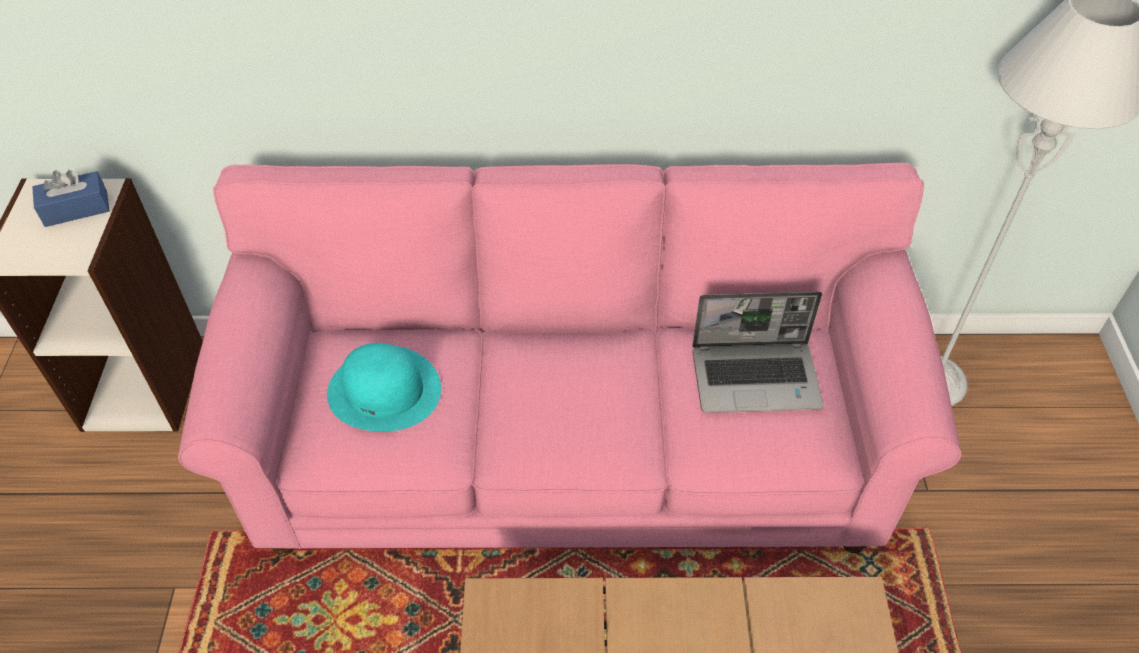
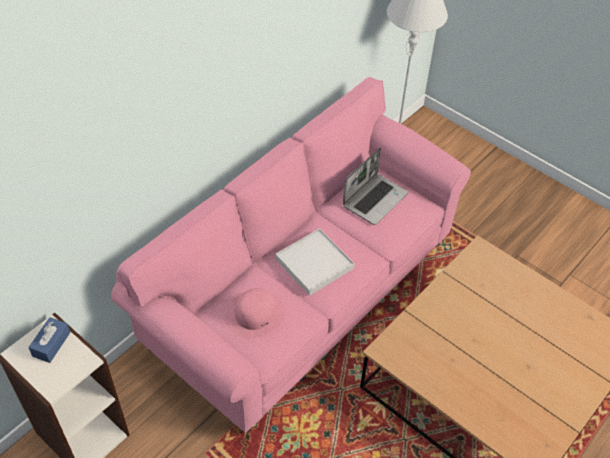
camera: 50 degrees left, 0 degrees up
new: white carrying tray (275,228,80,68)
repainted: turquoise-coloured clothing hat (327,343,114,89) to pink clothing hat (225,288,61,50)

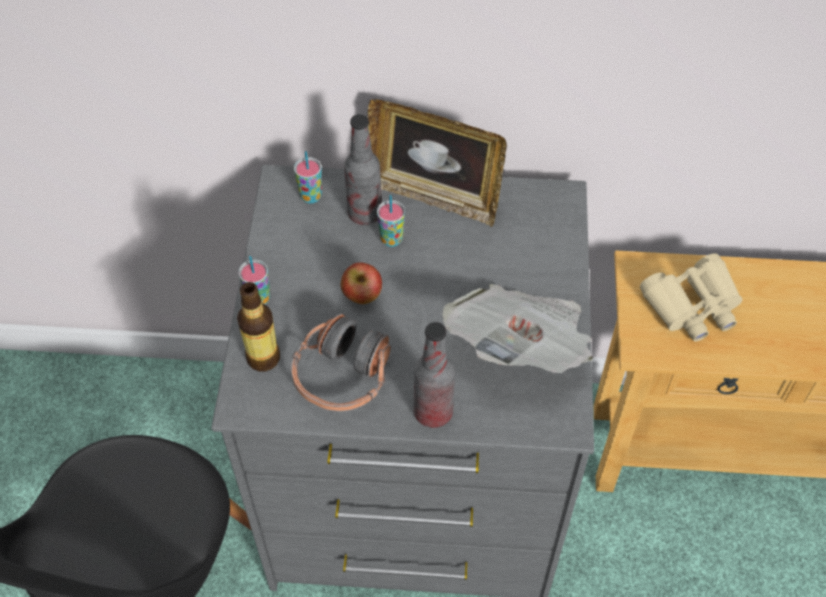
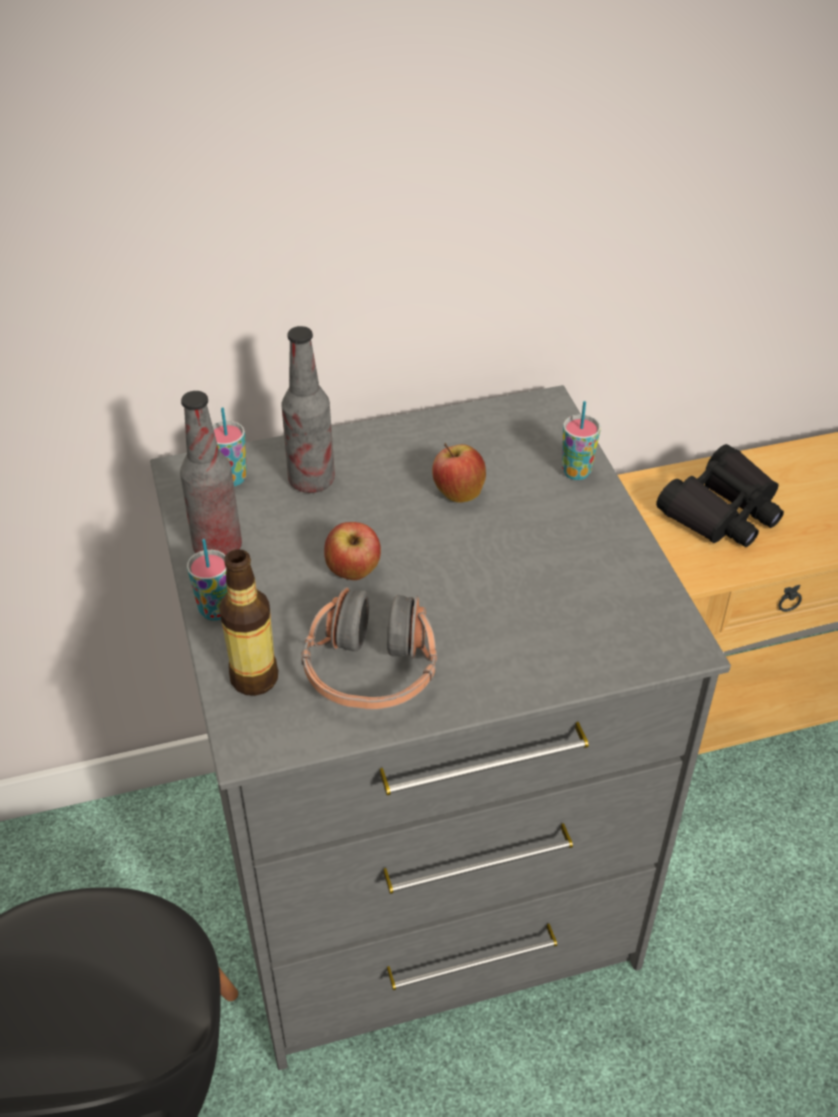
camera: 20 degrees left, 10 degrees down
gone: standing frame (368,99,139,128); daily paper (442,284,151,89)
new: apple fruit (432,443,54,60)
shifted: cup (377,195,28,52) to (562,401,39,79); drink bottle (414,322,41,106) to (180,391,62,164)
repainted: beige field glasses (640,253,103,89) to black field glasses (656,444,128,103)

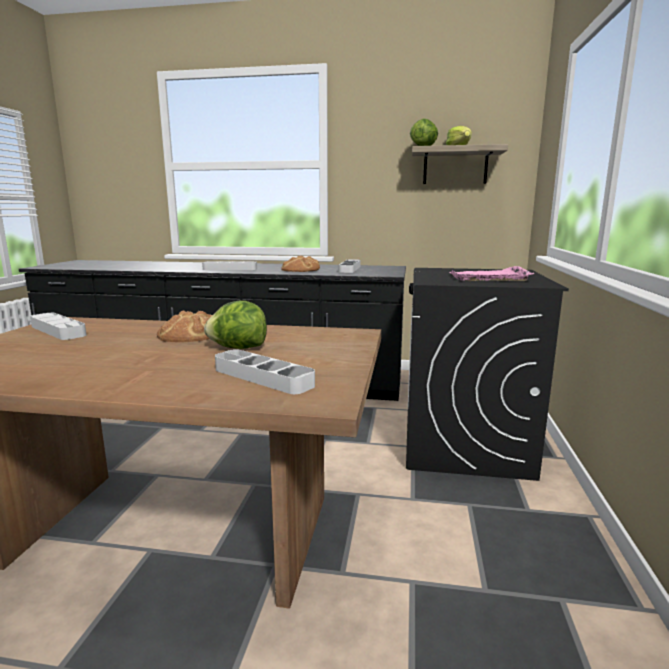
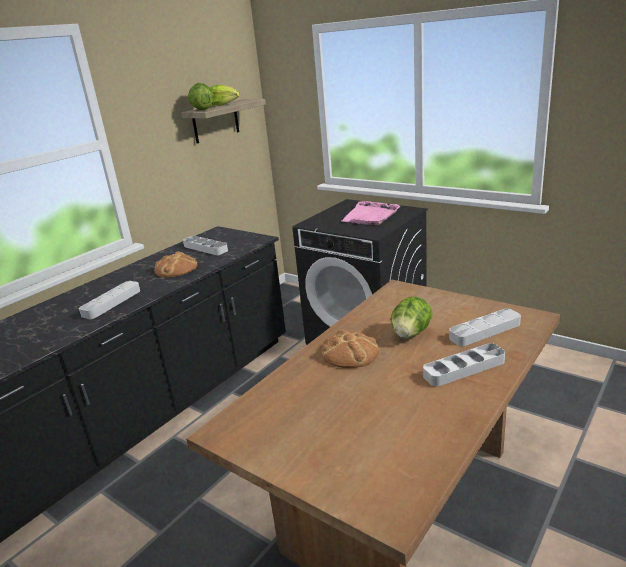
camera: 60 degrees left, 10 degrees up
shifted: grey carrying tray (30,313,56,27) to (423,343,82,43)

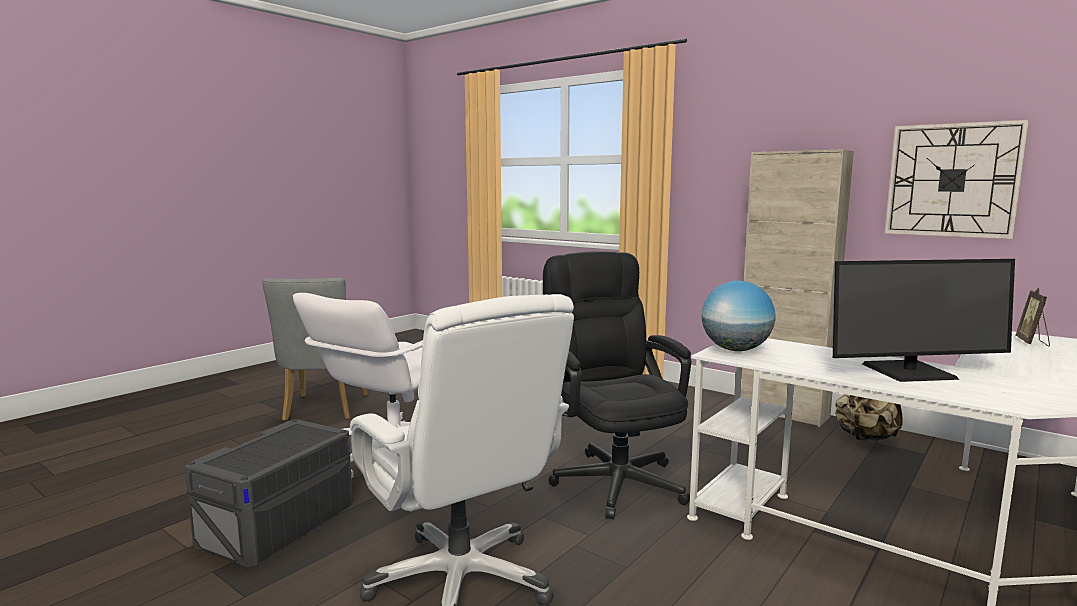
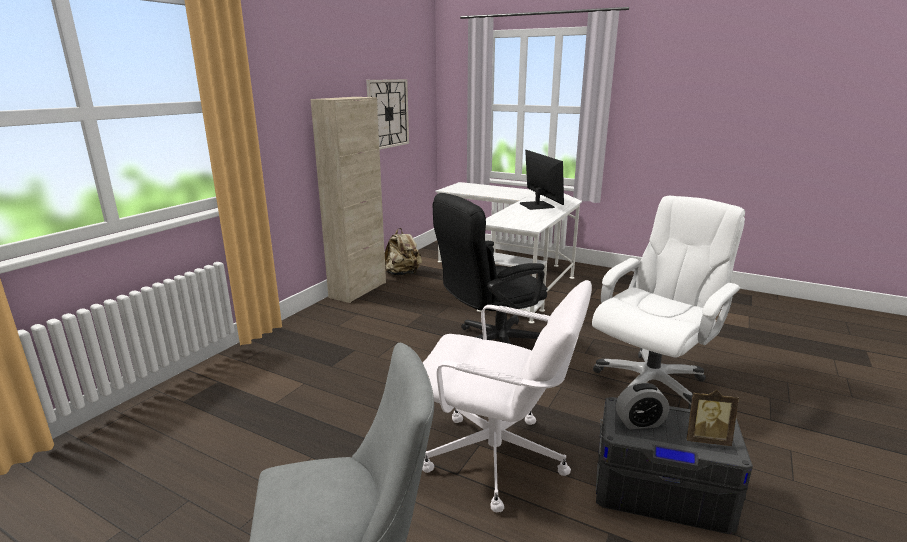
camera: 100 degrees left, 10 degrees up
gone: desk globe (702,281,73,70)
new: alarm clock (616,382,53,47)
shifted: standing frame (1016,288,34,58) to (687,390,52,56)

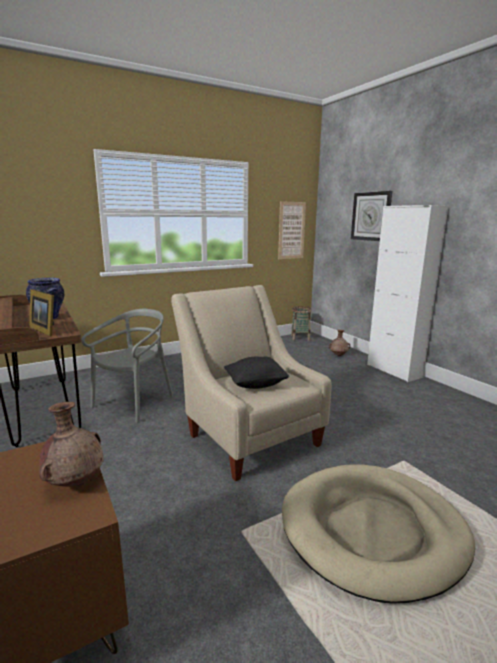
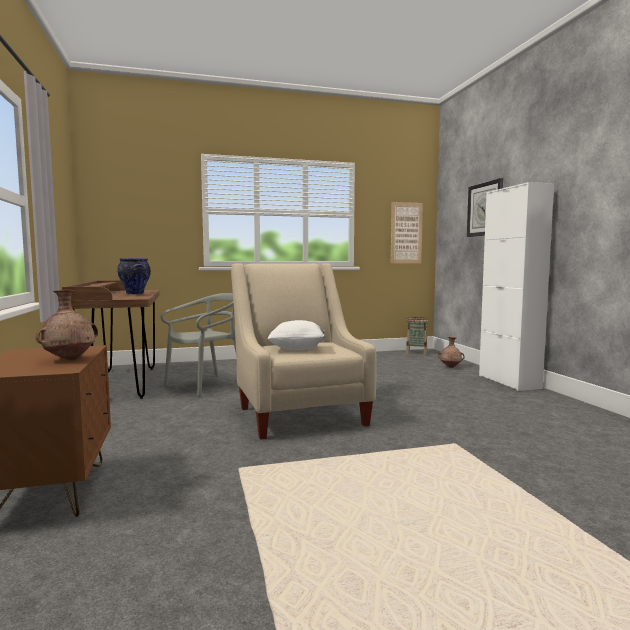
camera: 15 degrees right, 10 degrees down
gone: standing frame (29,289,25,47); beige dog cushion (282,464,193,139)
repainted: black cushion (224,357,66,32) to white cushion (267,320,59,30)

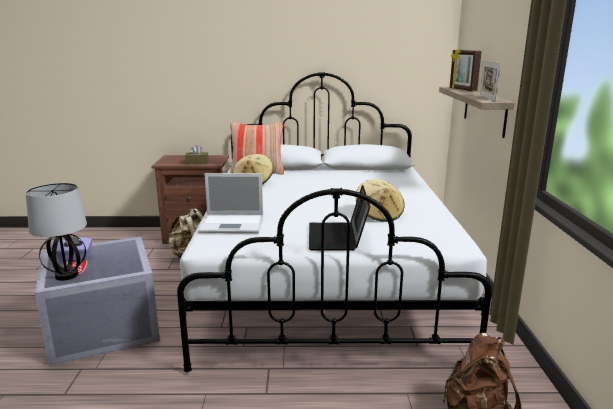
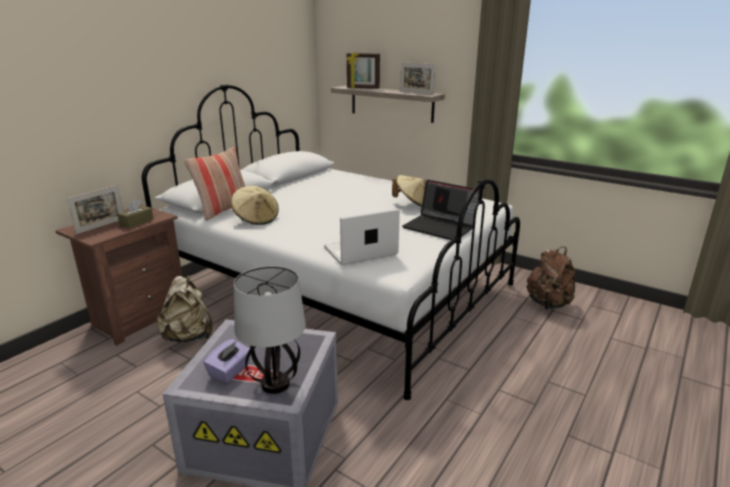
camera: 55 degrees left, 5 degrees up
new: standing frame (67,185,56,49)
rotated: portable computer (198,173,65,60) = (324,208,76,57) 150 degrees counterclockwise

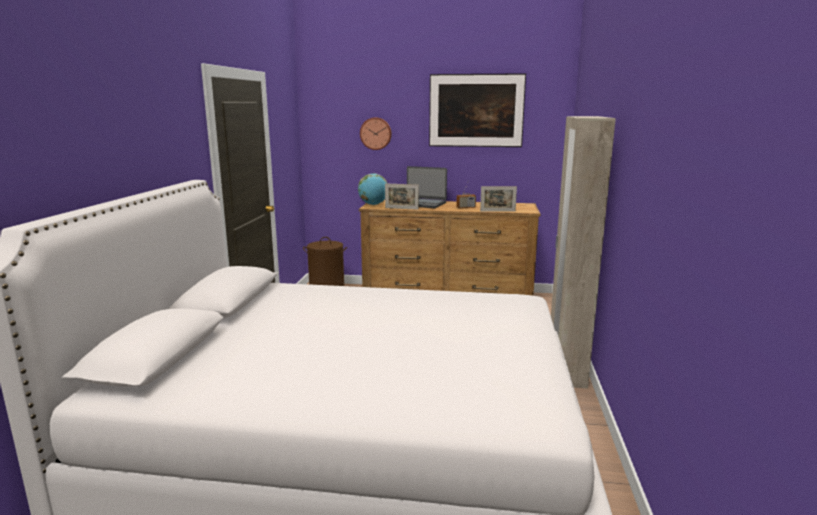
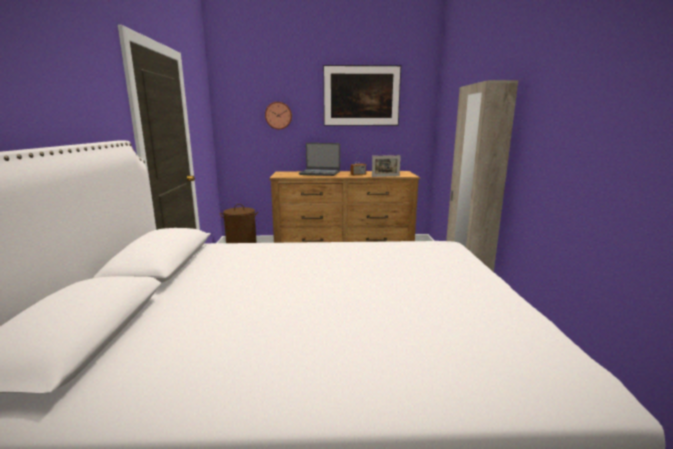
camera: 10 degrees left, 0 degrees up
gone: desk globe (358,173,30,32); standing frame (385,183,34,27)

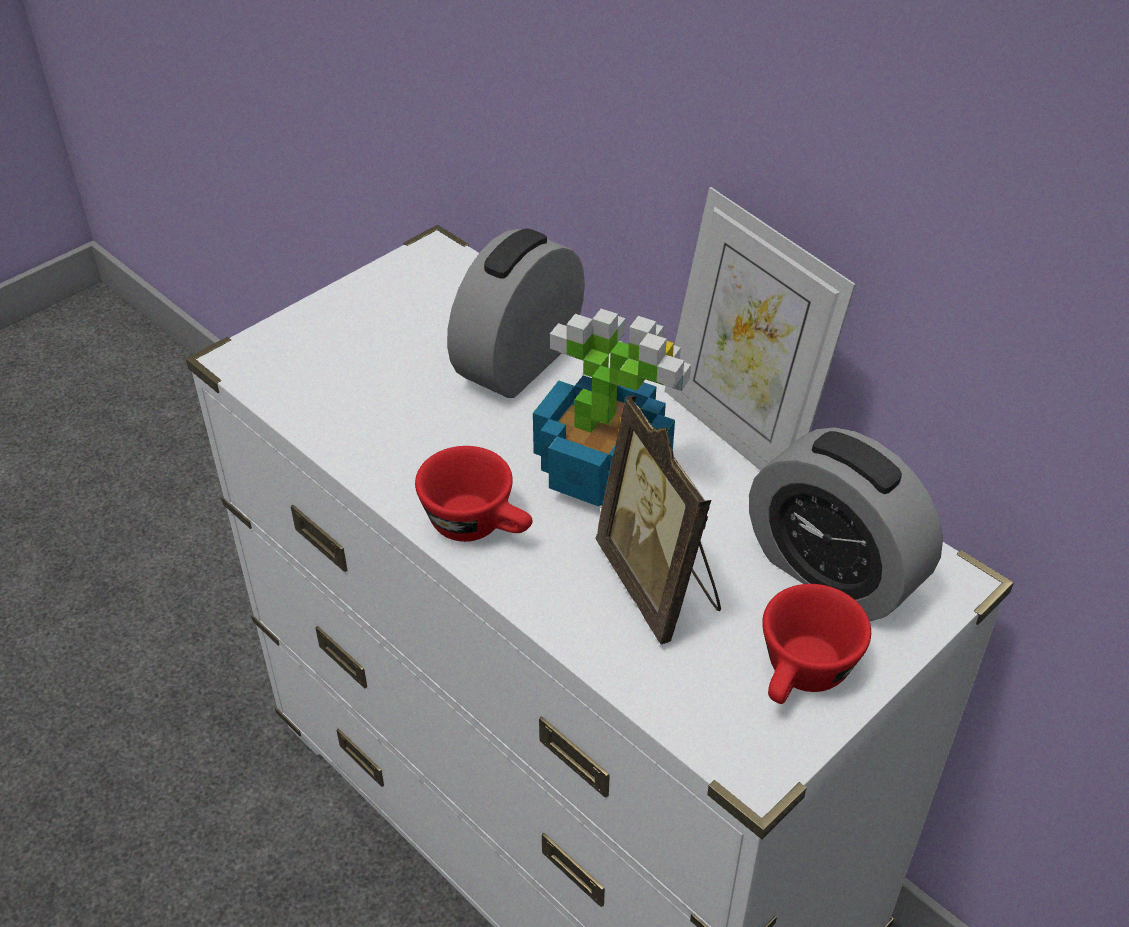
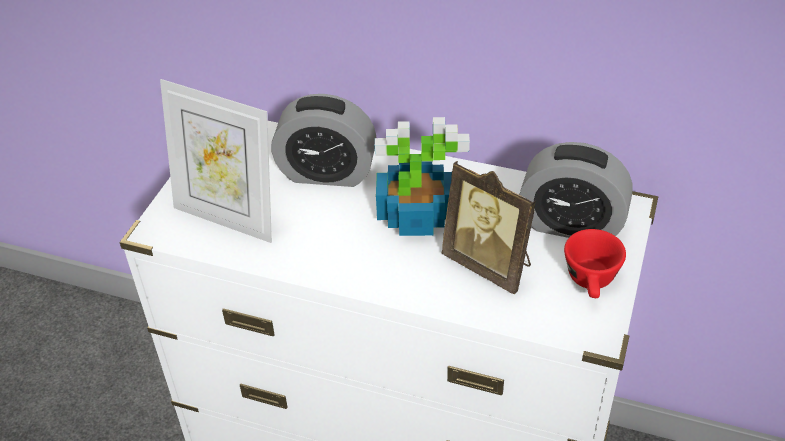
camera: 25 degrees left, 0 degrees up
gone: reddish cup (415,446,117,96)
shifted: standing frame (665,187,191,284) to (160,79,112,164)
rotated: alarm clock (447,228,138,170) = (272,94,104,93) 90 degrees counterclockwise

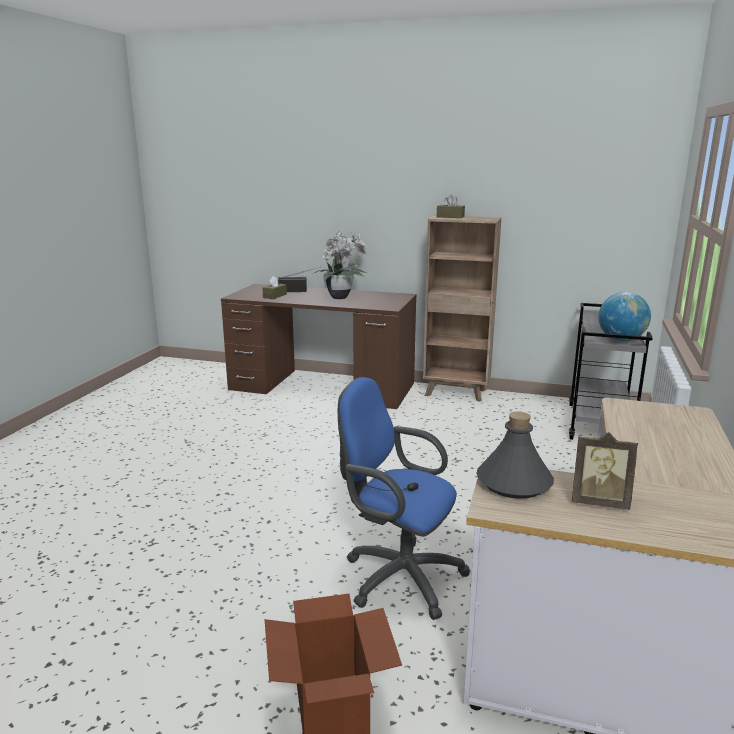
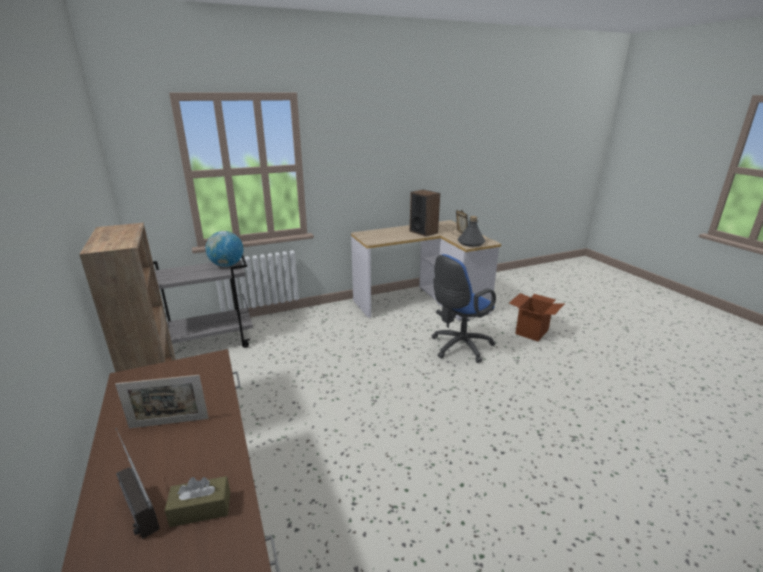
camera: 130 degrees left, 5 degrees up
gone: brown tissue box (437,195,28,23)
new: speaker (410,190,30,47)
swapped: houseplant (312,232,55,67) to standing frame (115,375,93,53)
rotated: bluish office chair (338,377,133,243) = (431,254,65,109) 60 degrees clockwise

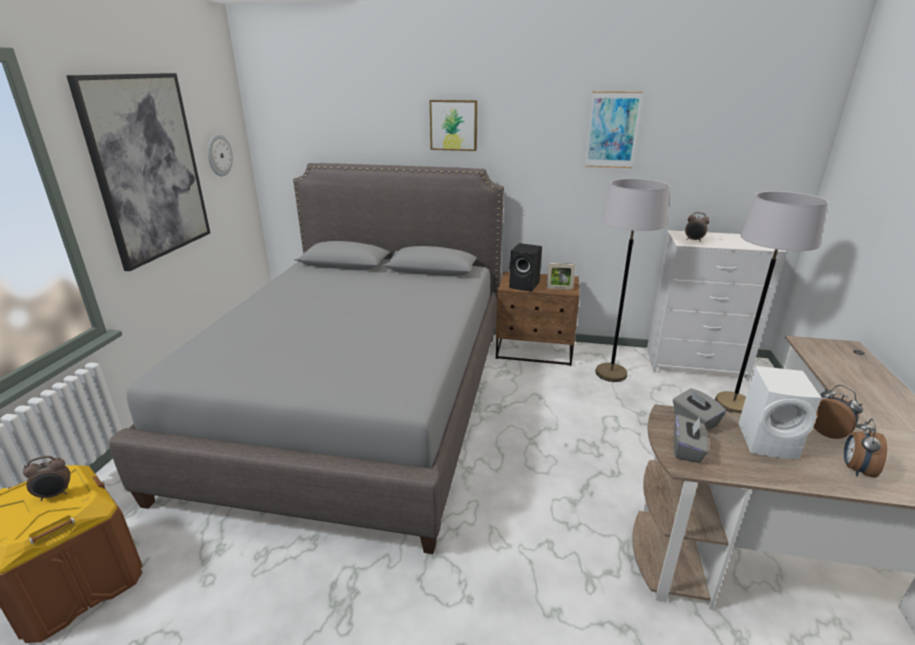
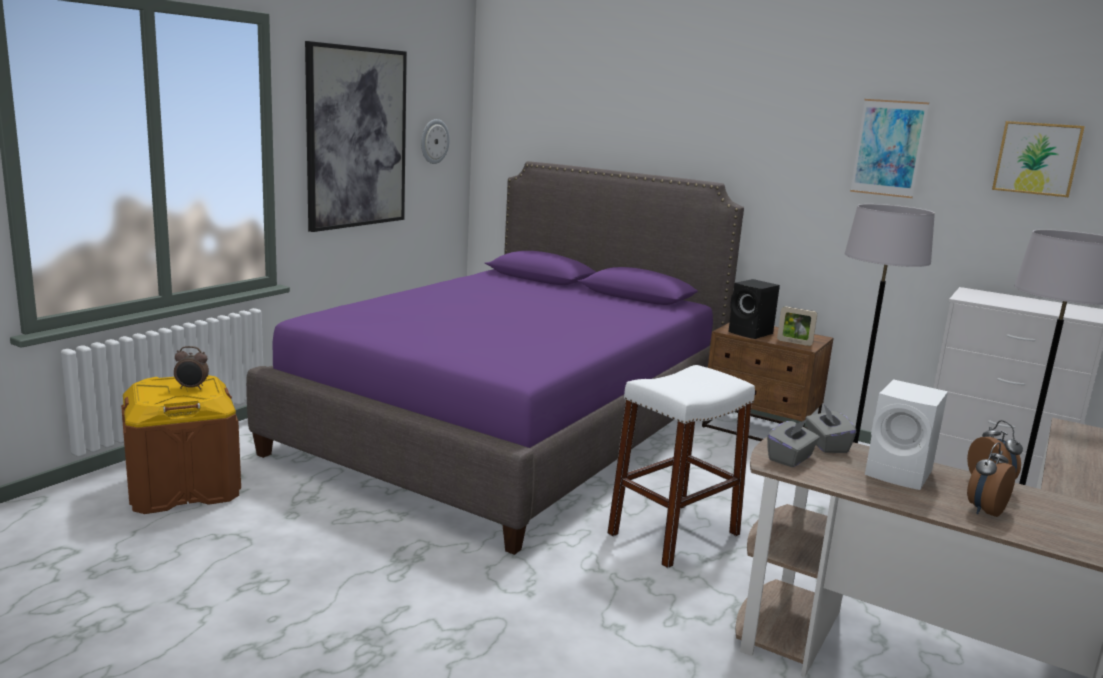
camera: 20 degrees right, 10 degrees down
gone: alarm clock (685,212,25,30)
new: white stool seat (607,365,148,203)
shifted: wall art (430,100,48,51) to (992,121,93,76)
repainted: grey bed (109,163,395,391) to purplish bed (246,161,498,394)

